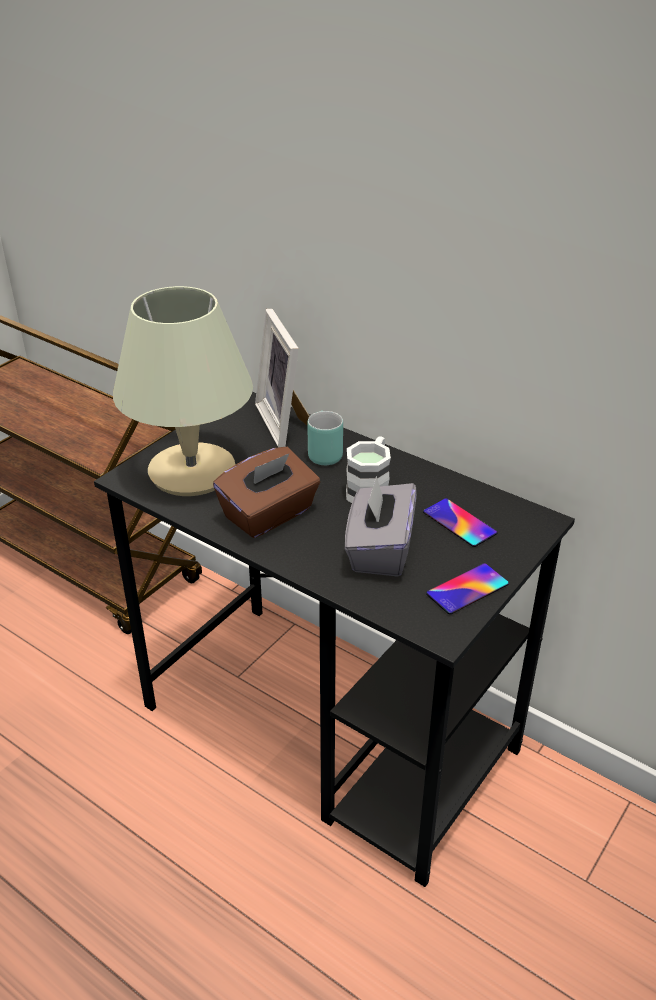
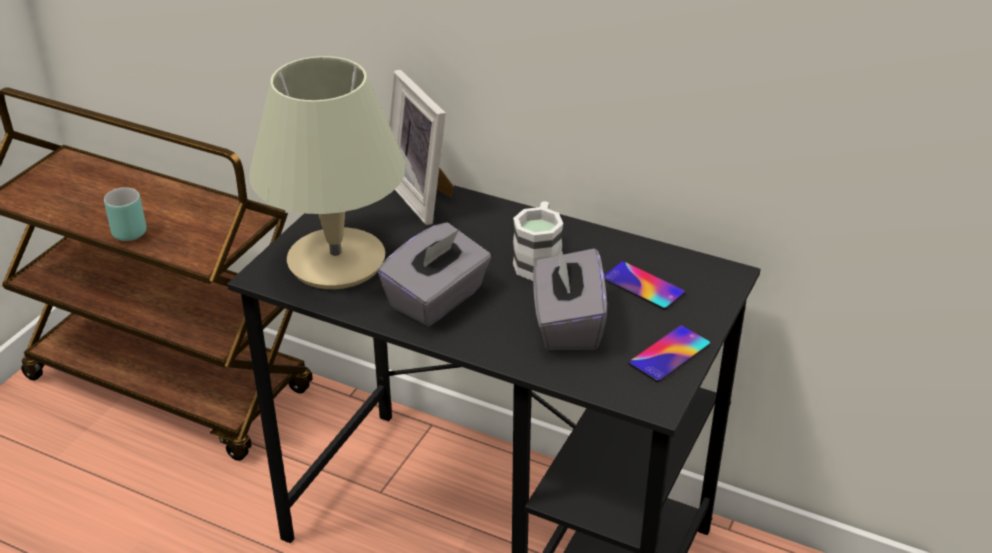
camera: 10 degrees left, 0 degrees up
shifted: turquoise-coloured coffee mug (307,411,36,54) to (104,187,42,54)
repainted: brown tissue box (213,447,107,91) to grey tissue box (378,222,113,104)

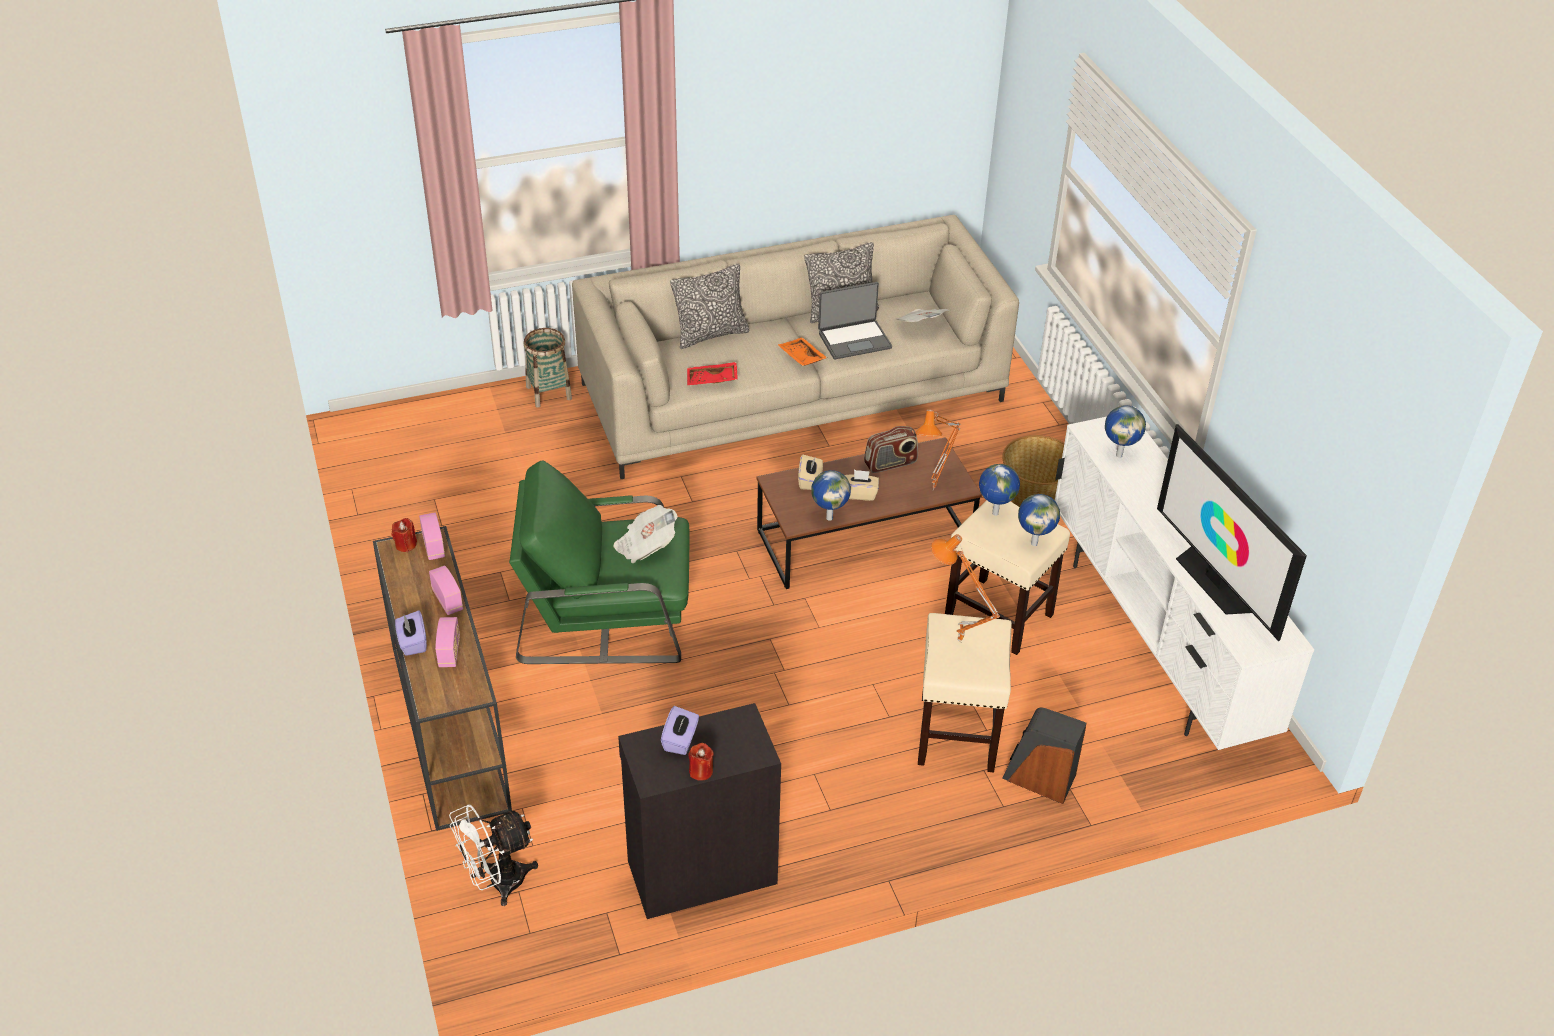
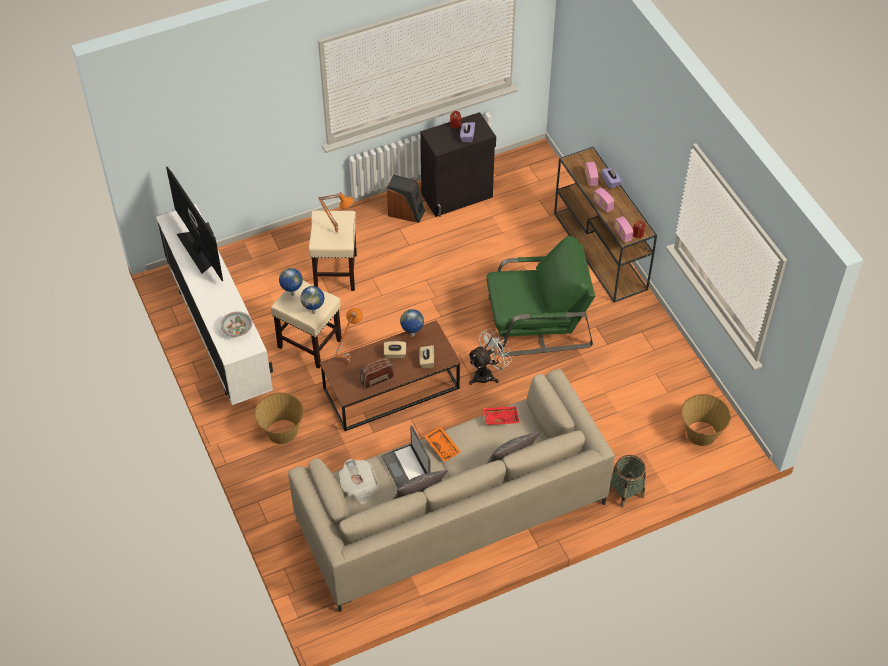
camera: 175 degrees right, 10 degrees up
gone: daily paper (614,505,64,58)
new: household basket (681,394,50,52)
shifted: speaker (1002,708,84,96) to (387,174,38,49); white electric fan (449,804,89,102) to (468,328,44,57)
swapped: desk globe (1105,405,41,53) to deep dish (220,311,33,26)
rotated: portable computer (818,282,74,77) = (381,425,50,64) 90 degrees counterclockwise

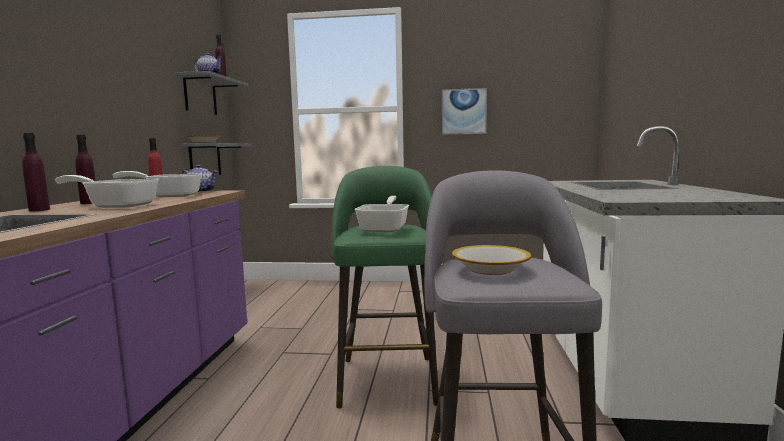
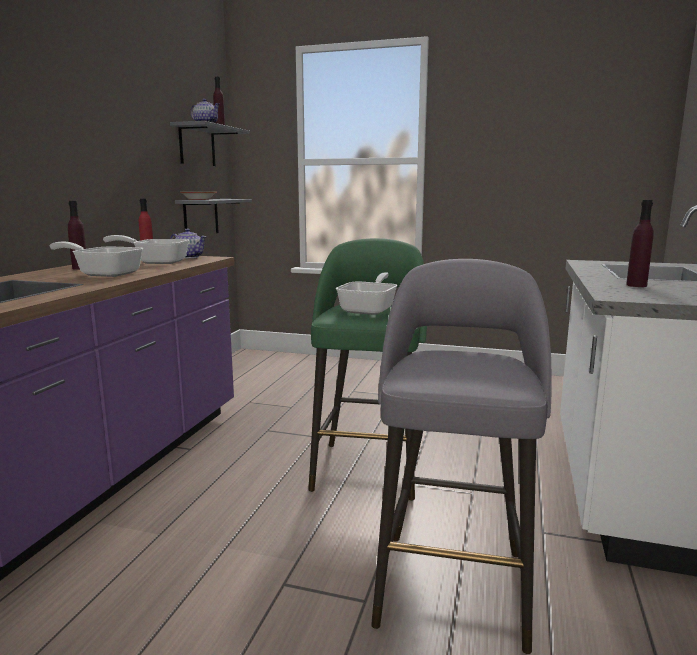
camera: 10 degrees right, 5 degrees up
gone: wall art (442,88,45,47); deep dish (452,245,79,30)
shifted: purplish drink bottle (22,133,28,78) to (626,200,28,87)

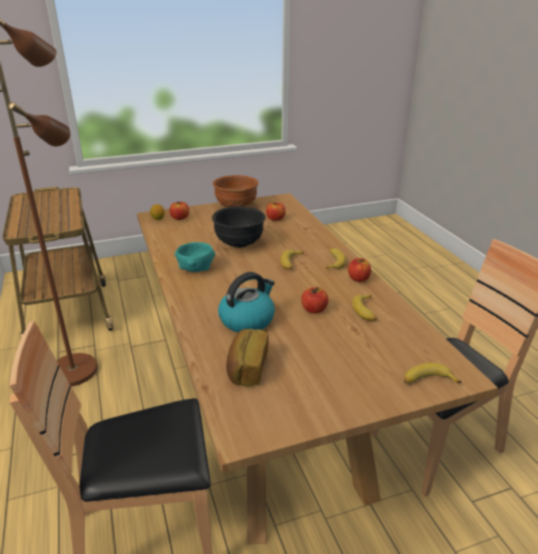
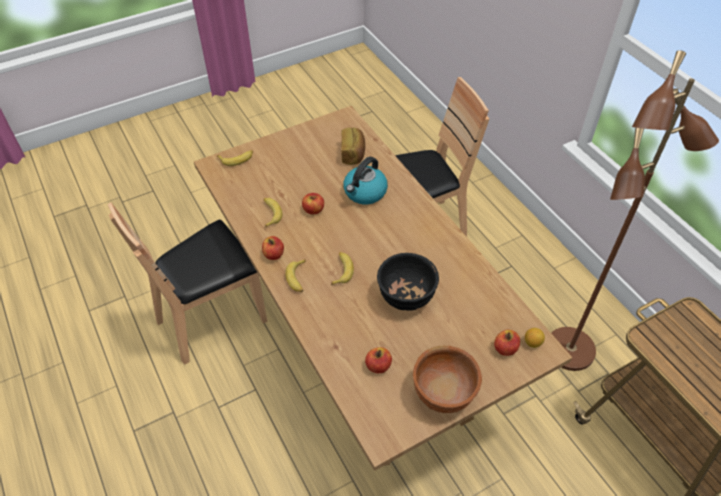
camera: 170 degrees right, 20 degrees up
gone: turquoise-coloured deep dish (175,242,40,30)

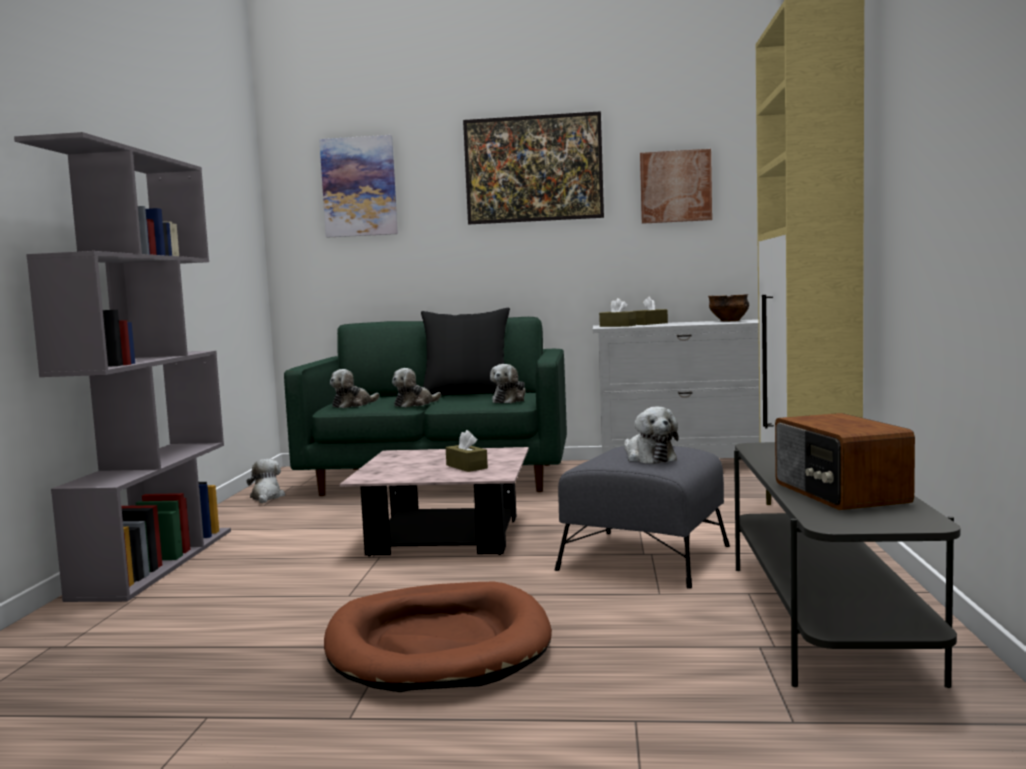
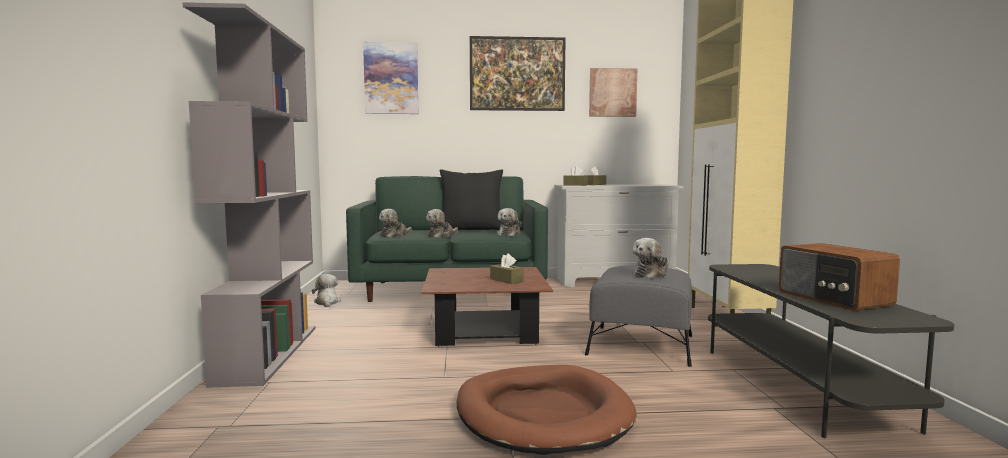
camera: 10 degrees left, 0 degrees up
gone: deep dish (708,294,41,28)
repainted: pink lounge table (340,447,189,109) to brown lounge table (421,267,132,80)
rotated: plush toy (624,407,55,57) = (633,238,36,40) 75 degrees clockwise

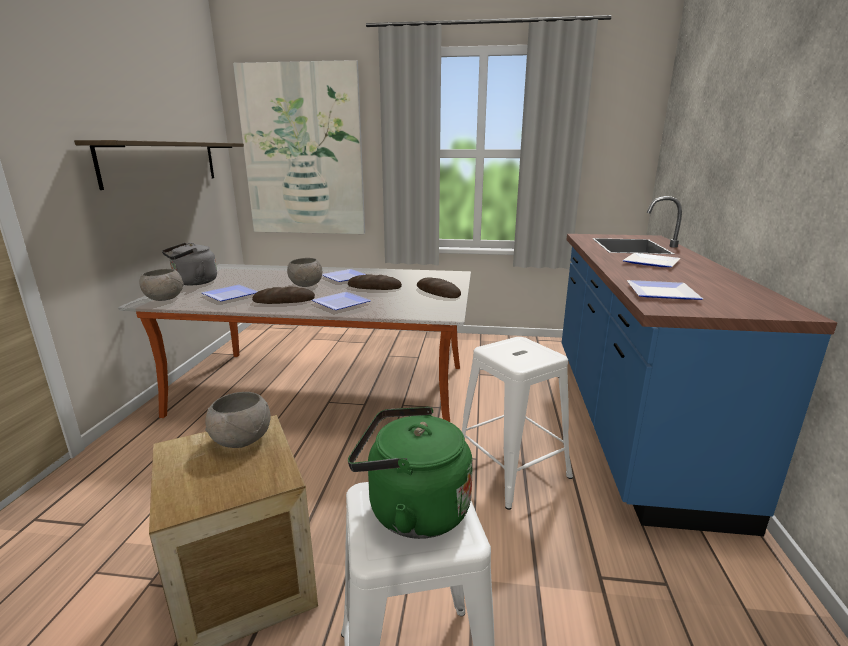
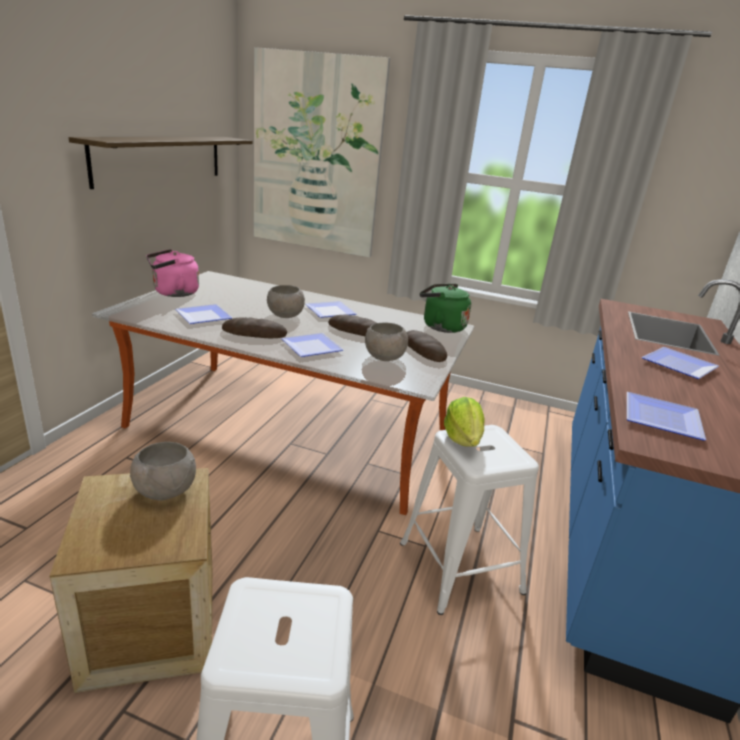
camera: 10 degrees right, 5 degrees up
new: head of lettuce (444,397,41,50)
shifted: grey deep dish (139,269,45,32) to (365,323,43,38); green kettle (348,407,125,132) to (420,284,51,49)
repainted: grey kettle (162,242,55,43) to pink kettle (146,249,53,48)

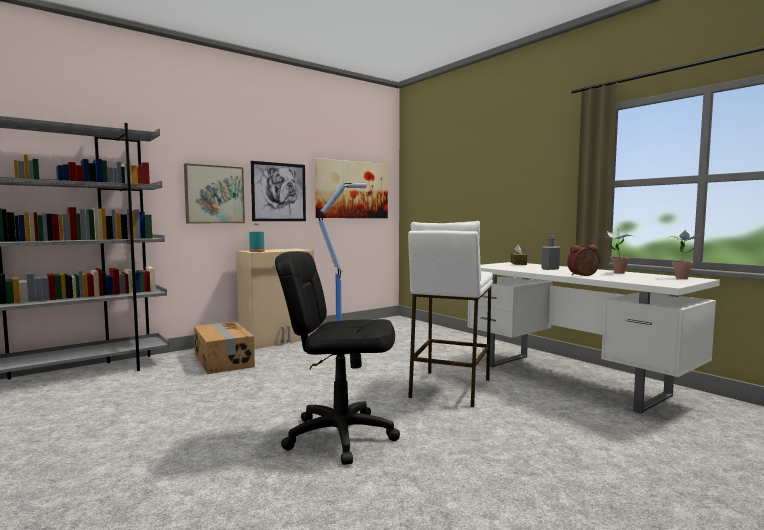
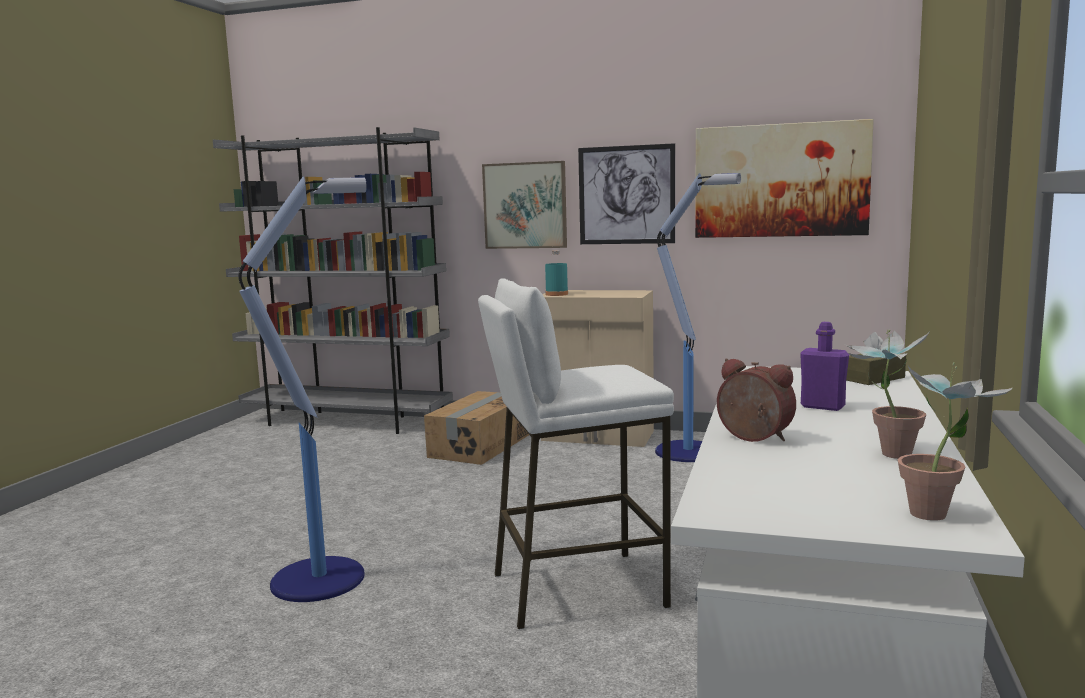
camera: 55 degrees right, 5 degrees up
swapped: black office chair (275,251,125,214) to standing lamp (238,176,129,426)
repainted: grey drink bottle (542,235,18,35) to purplish drink bottle (800,322,49,89)

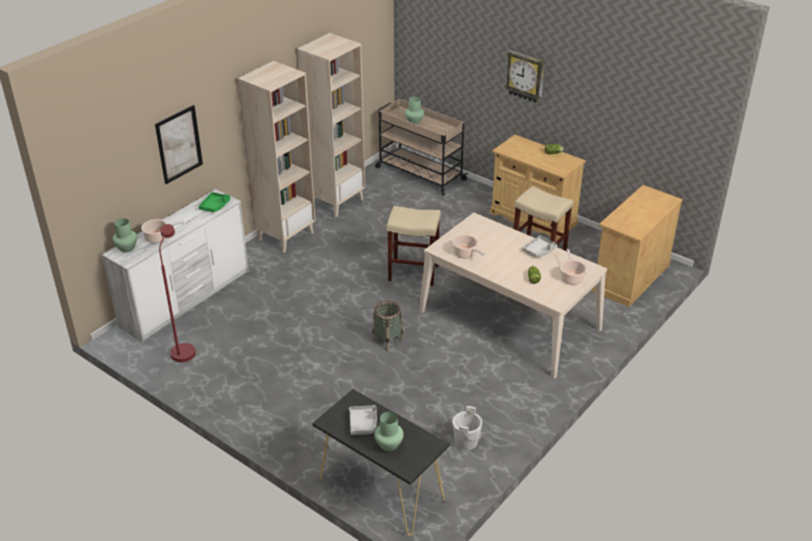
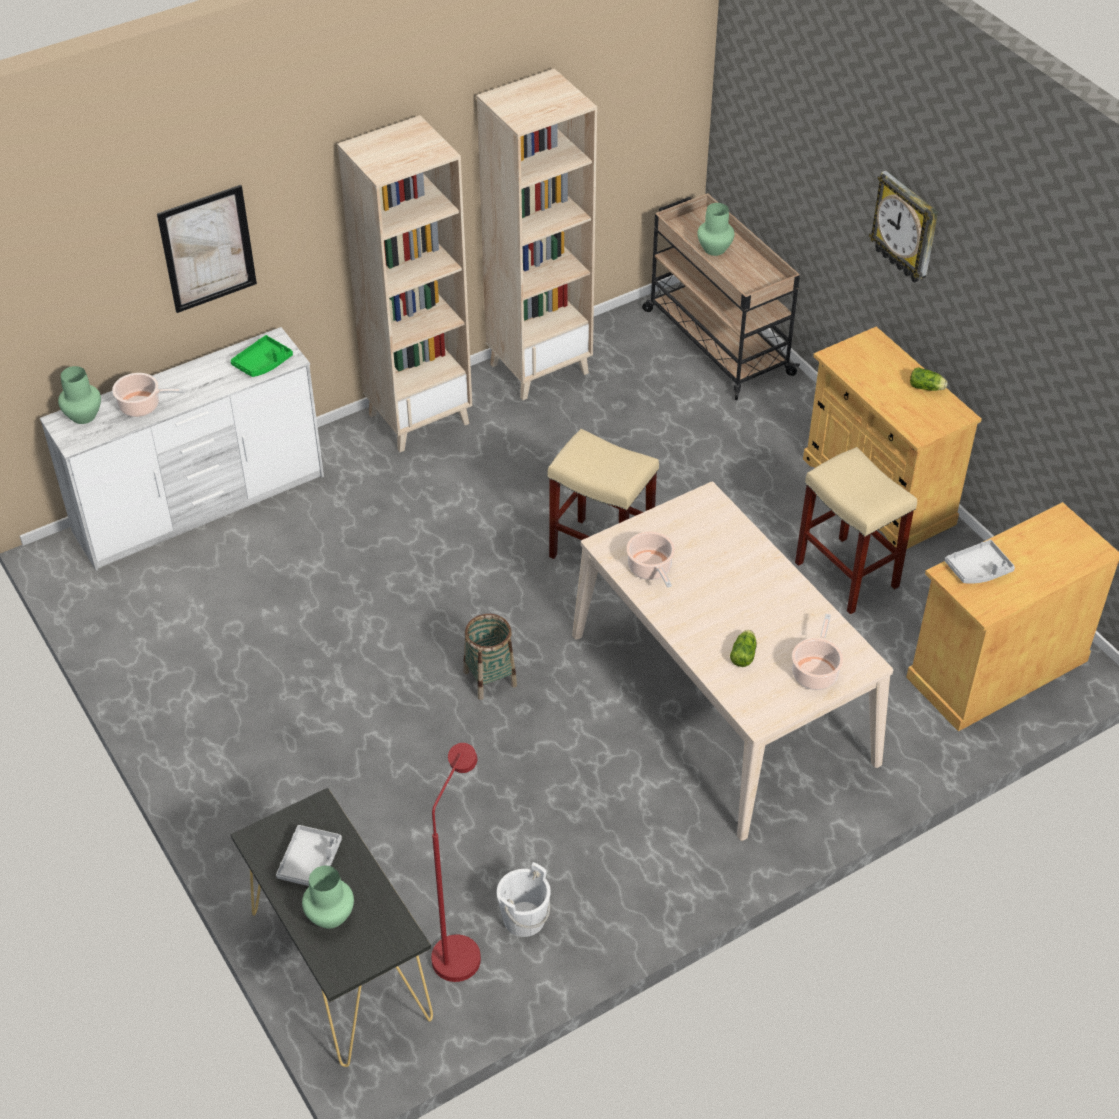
camera: 20 degrees right, 10 degrees up
shifted: reddish standing lamp (159,224,37,138) to (431,743,50,239); grey carrying tray (522,236,35,21) to (945,540,70,44)

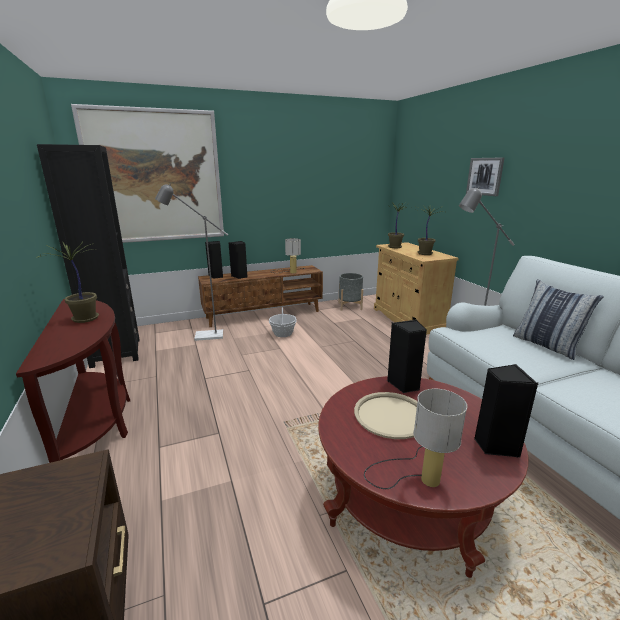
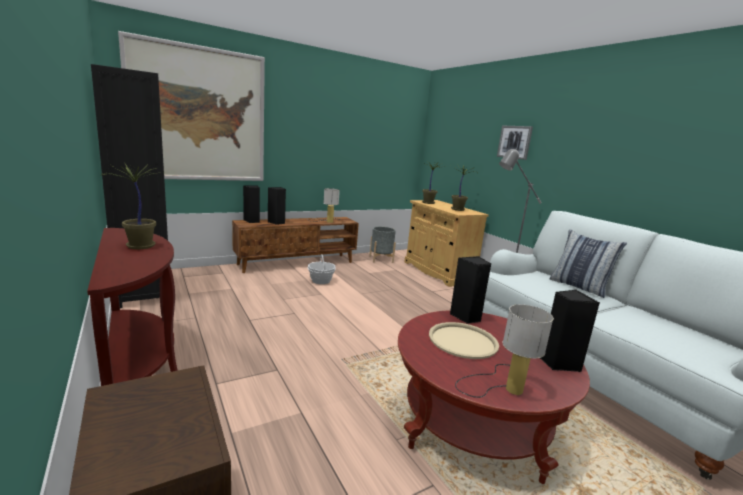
camera: 10 degrees left, 5 degrees down
gone: grey standing lamp (155,183,73,158)

